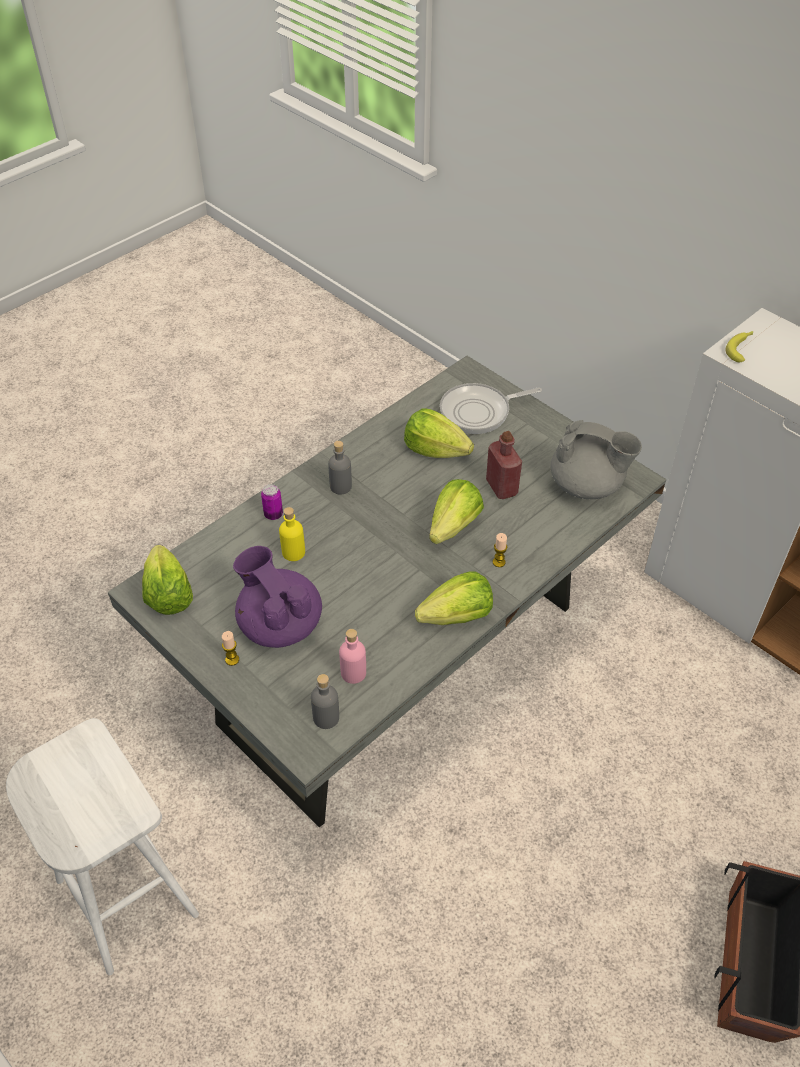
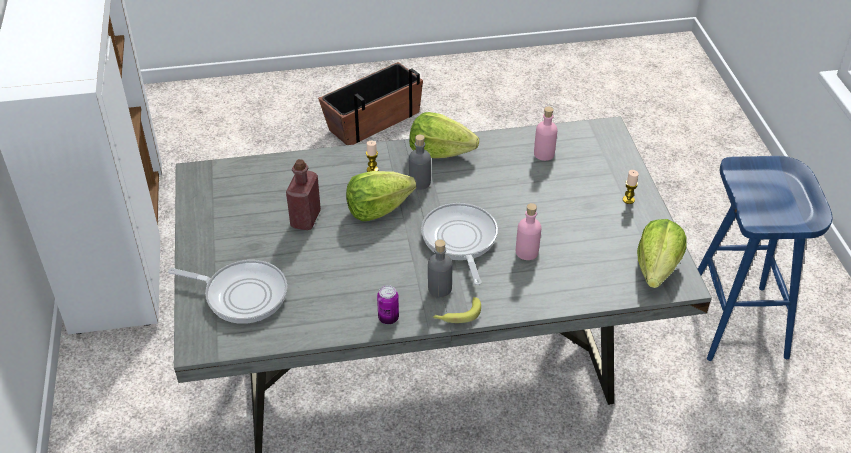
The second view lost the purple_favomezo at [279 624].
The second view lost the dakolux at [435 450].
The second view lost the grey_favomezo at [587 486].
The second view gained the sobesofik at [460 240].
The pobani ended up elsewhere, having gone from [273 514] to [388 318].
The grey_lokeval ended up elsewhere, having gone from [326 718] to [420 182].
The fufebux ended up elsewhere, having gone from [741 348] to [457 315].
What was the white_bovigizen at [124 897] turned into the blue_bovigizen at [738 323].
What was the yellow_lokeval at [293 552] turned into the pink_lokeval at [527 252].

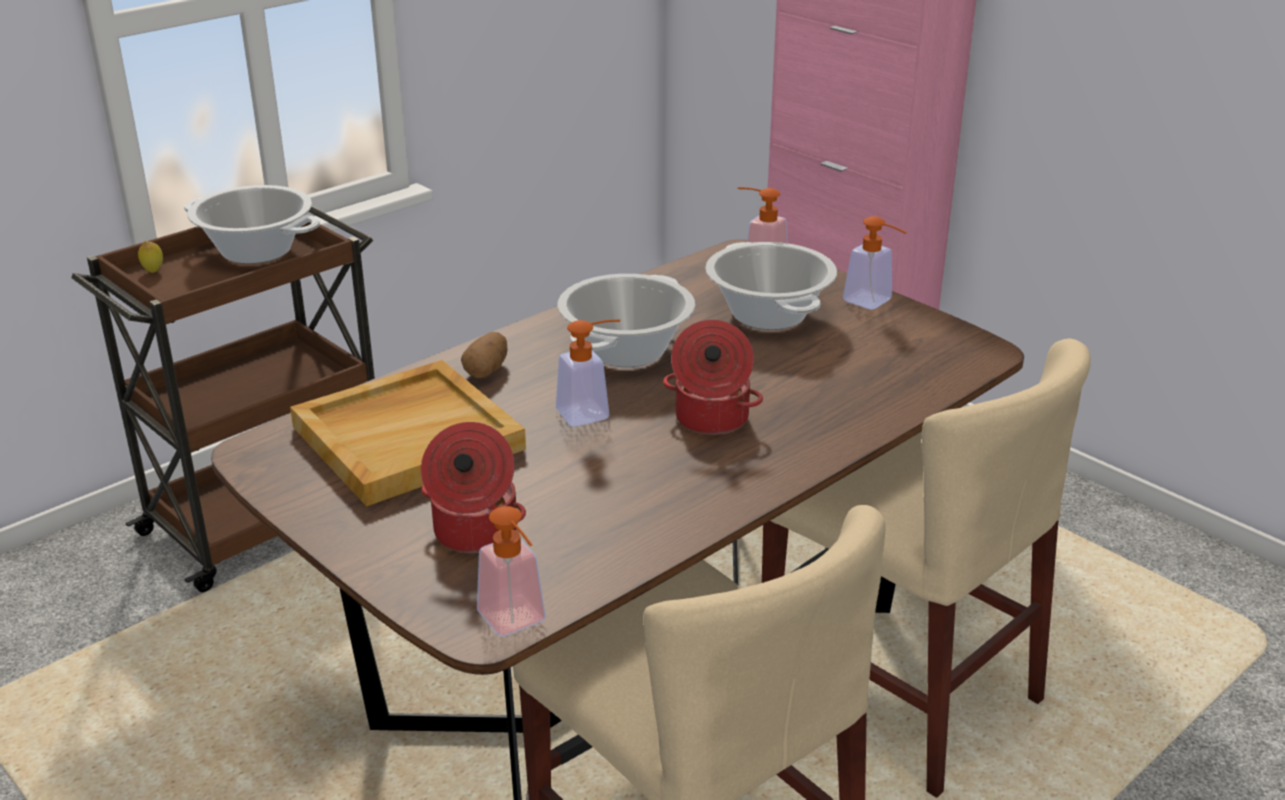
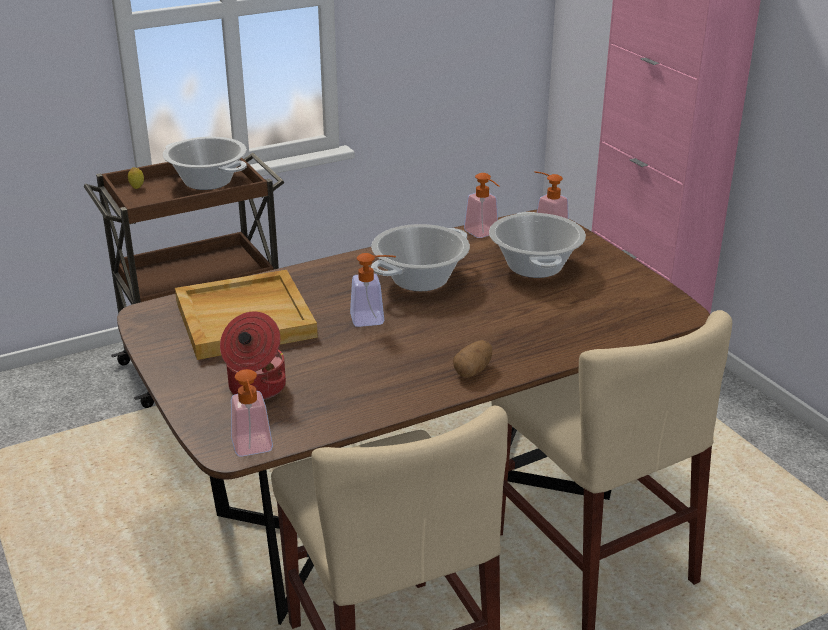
The second view lost the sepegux at [710 419].
The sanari ended up elsewhere, having gone from [487 370] to [473 370].
The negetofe ended up elsewhere, having gone from [874 303] to [484 234].

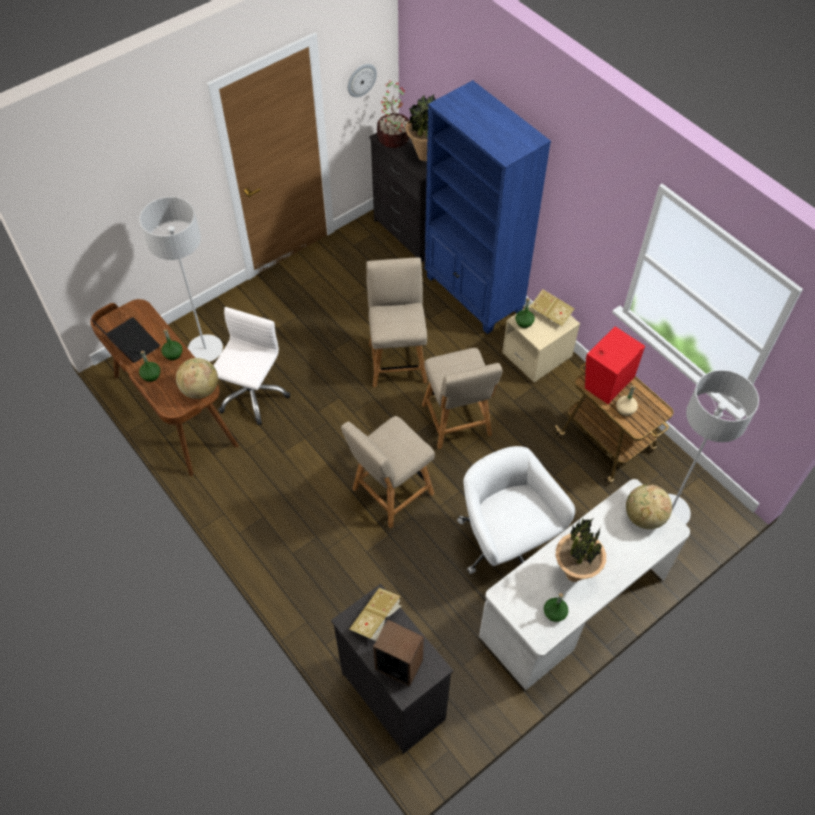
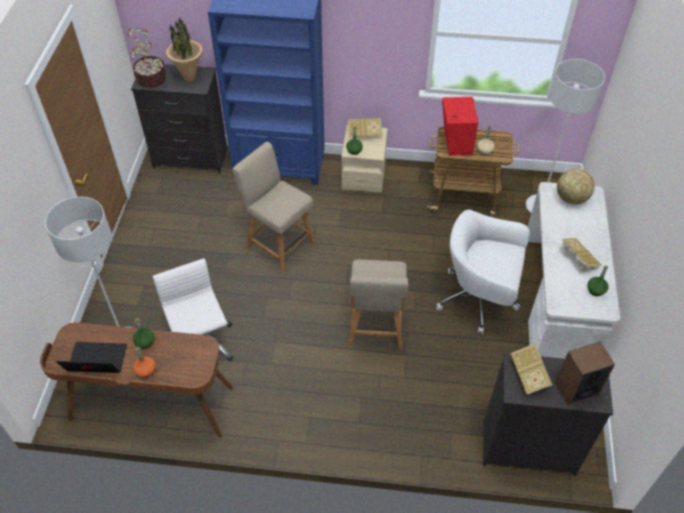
The second view lost the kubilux at [200 389].
The second view lost the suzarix at [361 80].
The second view lost the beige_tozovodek at [457 423].
Where the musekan stood at [573 574], the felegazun came to stand at [577 260].
What was the green_lokeval at [151 375] turned into the orange_lokeval at [145 370].

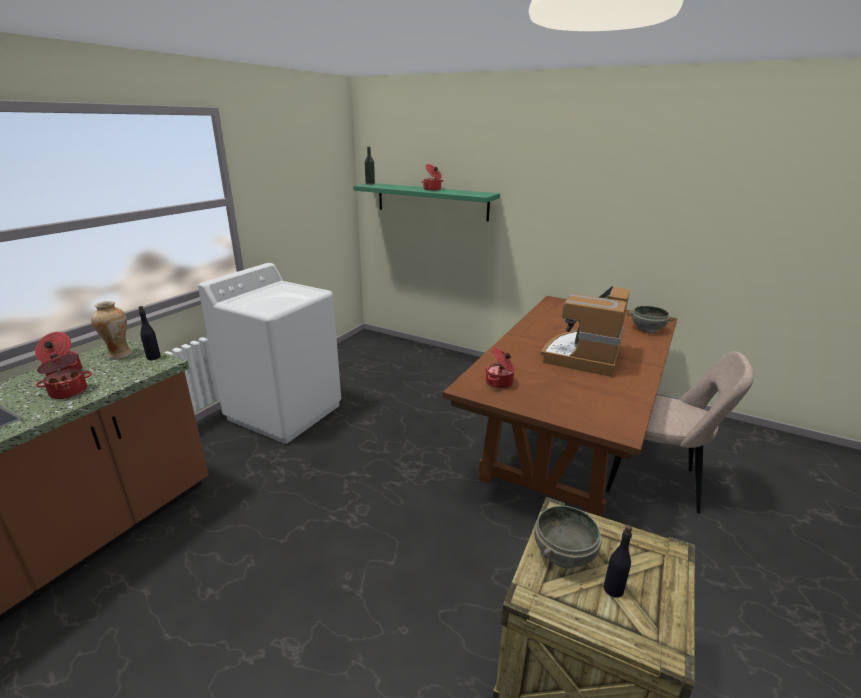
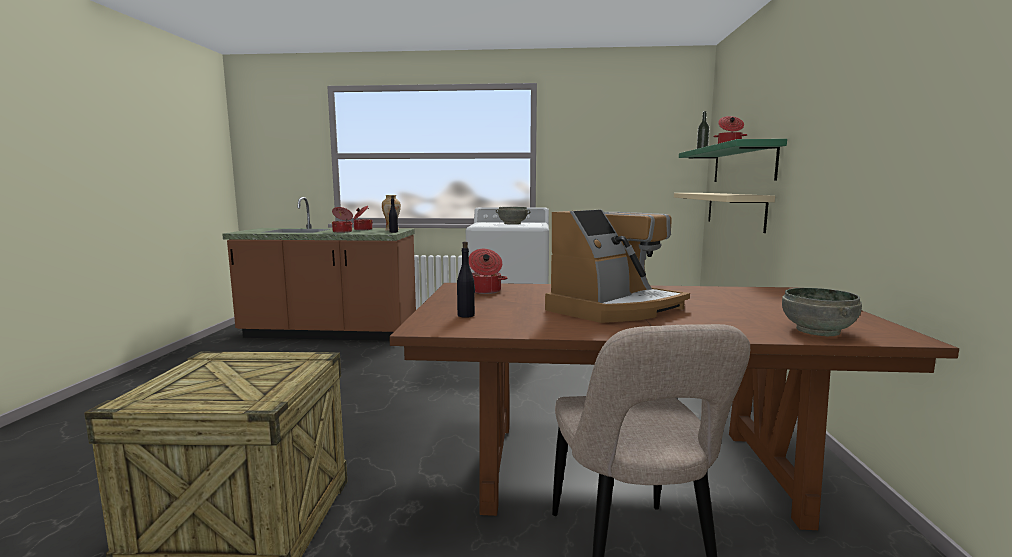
The second view gained the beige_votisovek at [734 210].
The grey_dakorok ended up elsewhere, having gone from [564 554] to [512 224].
The black_lokeval ended up elsewhere, having gone from [613 589] to [466 315].
The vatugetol at [583 356] ended up facing another way, 135 degrees clockwise from before.

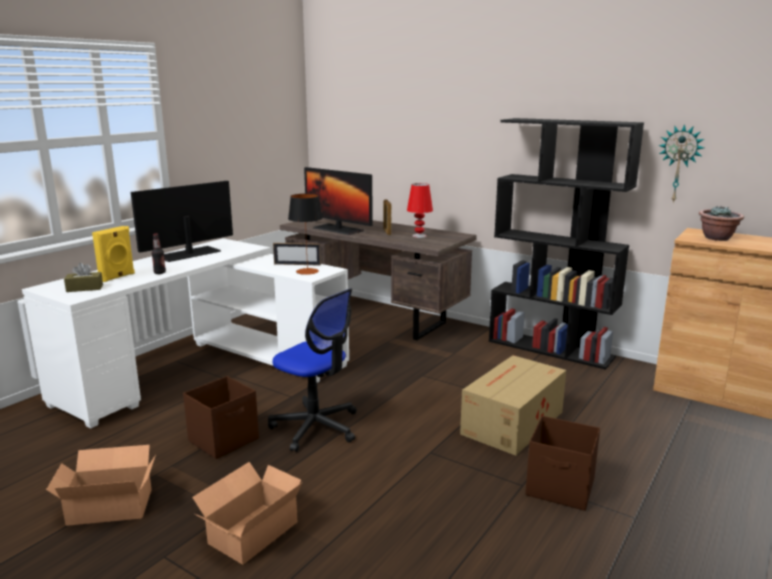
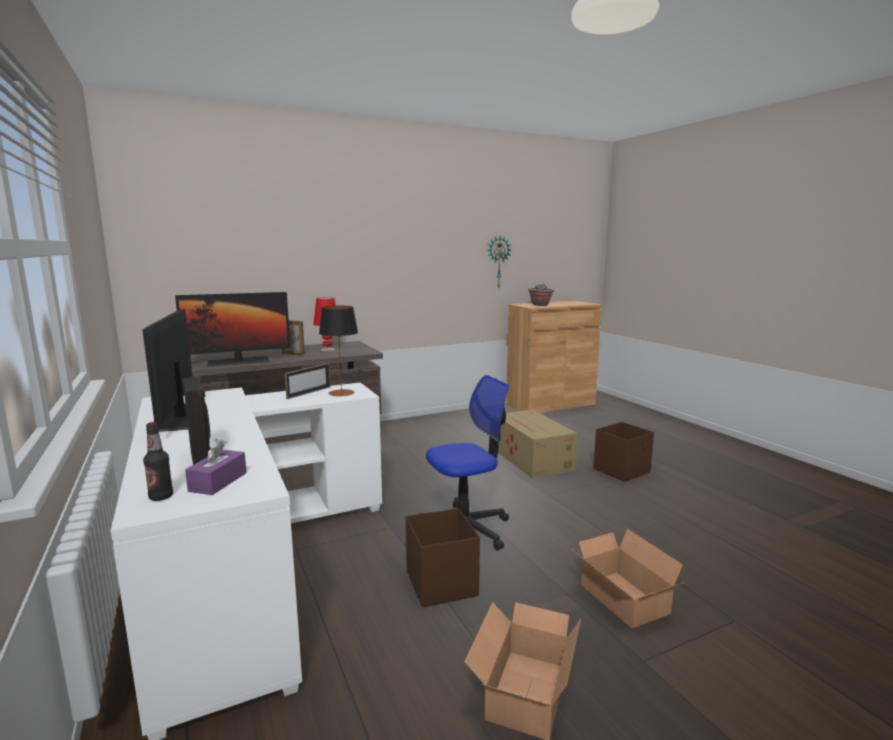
The second view lost the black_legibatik at [551 349].
The lokeval ended up elsewhere, having gone from [160 273] to [161 497].
What was the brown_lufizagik at [85 288] turned into the purple_lufizagik at [218 482].
What was the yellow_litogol at [118 277] turned into the black_litogol at [202 459].

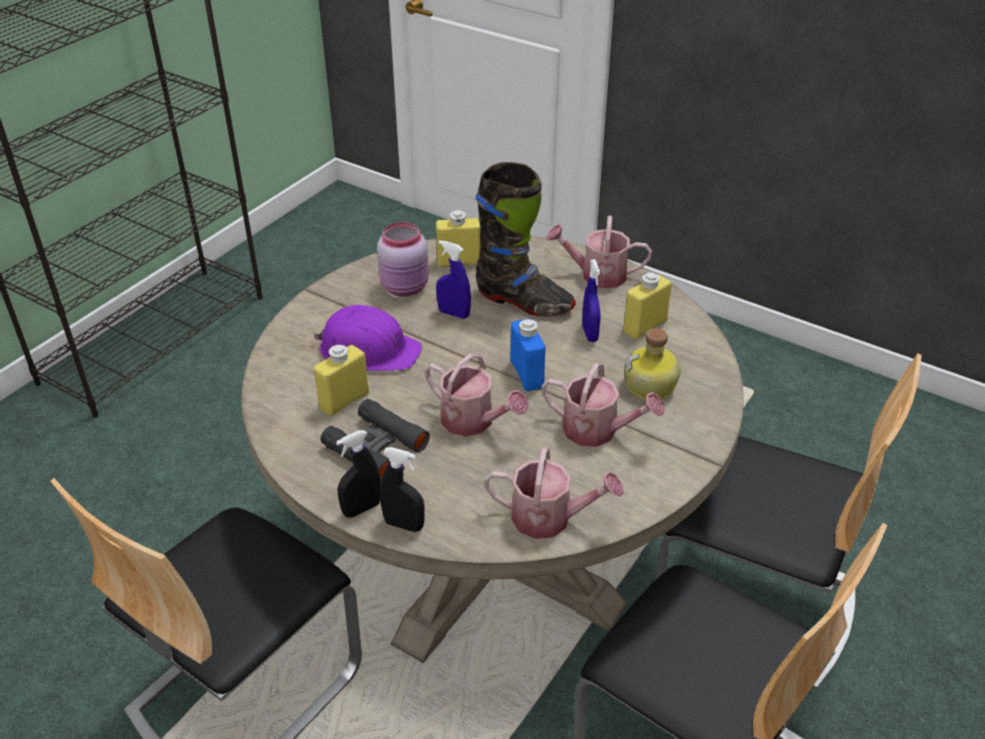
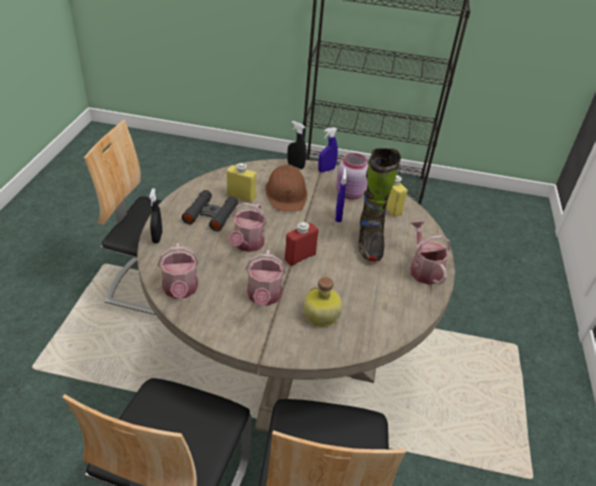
The second view lost the yellow_lokeval at [645 326].
The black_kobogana ended up elsewhere, having gone from [361 509] to [295 165].
The blue_kobogana ended up elsewhere, having gone from [589 333] to [326 170].
What was the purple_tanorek at [368 350] turned into the brown_tanorek at [286 194].
What was the blue_lokeval at [527 374] turned into the red_lokeval at [300 257].

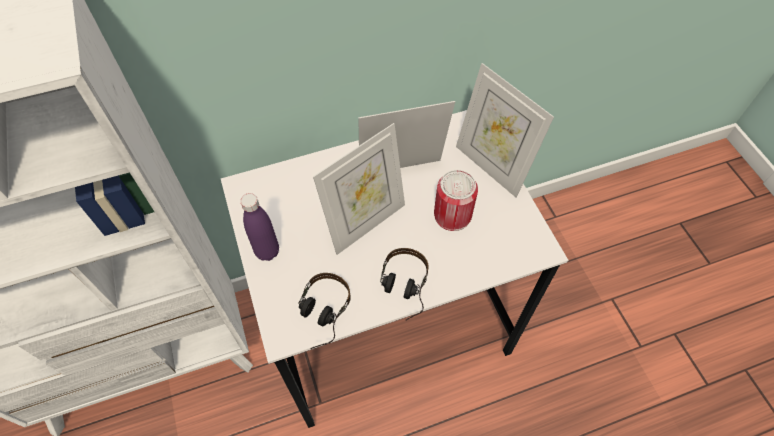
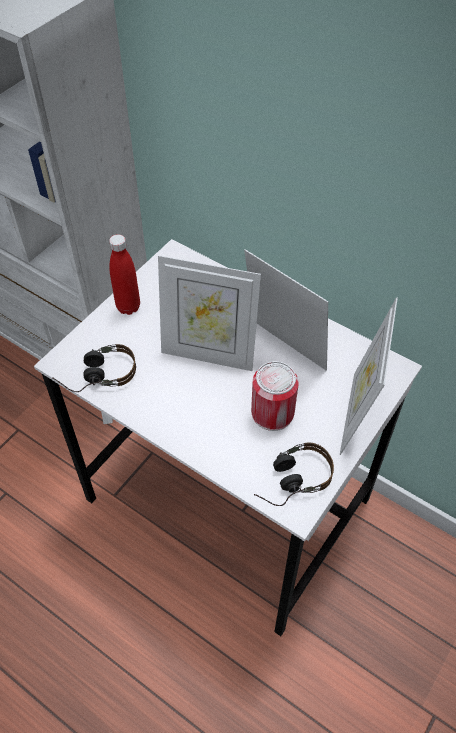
The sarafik ended up elsewhere, having gone from [403 289] to [290 481].
What was the purple_lokeval at [267 251] turned into the red_lokeval at [128 307].

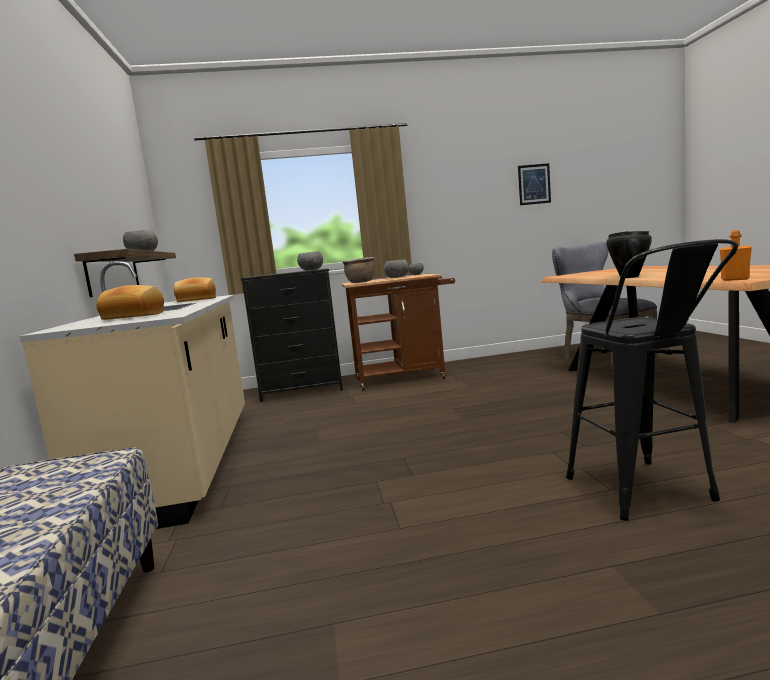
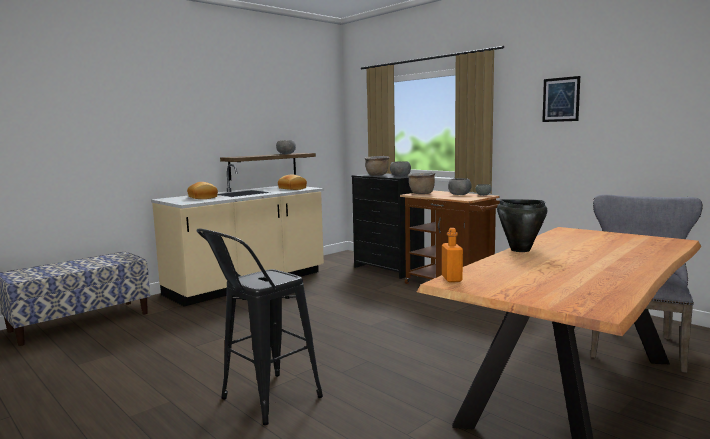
The second view gained the brown_sepegux at [377 175].
The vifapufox ended up elsewhere, having gone from [534 184] to [561 99].

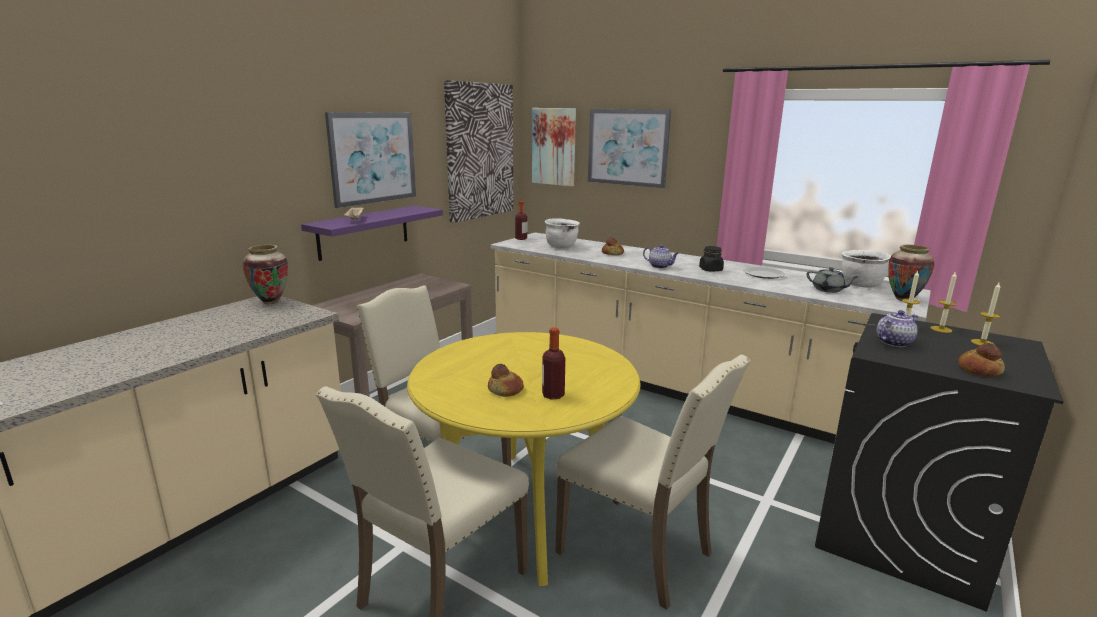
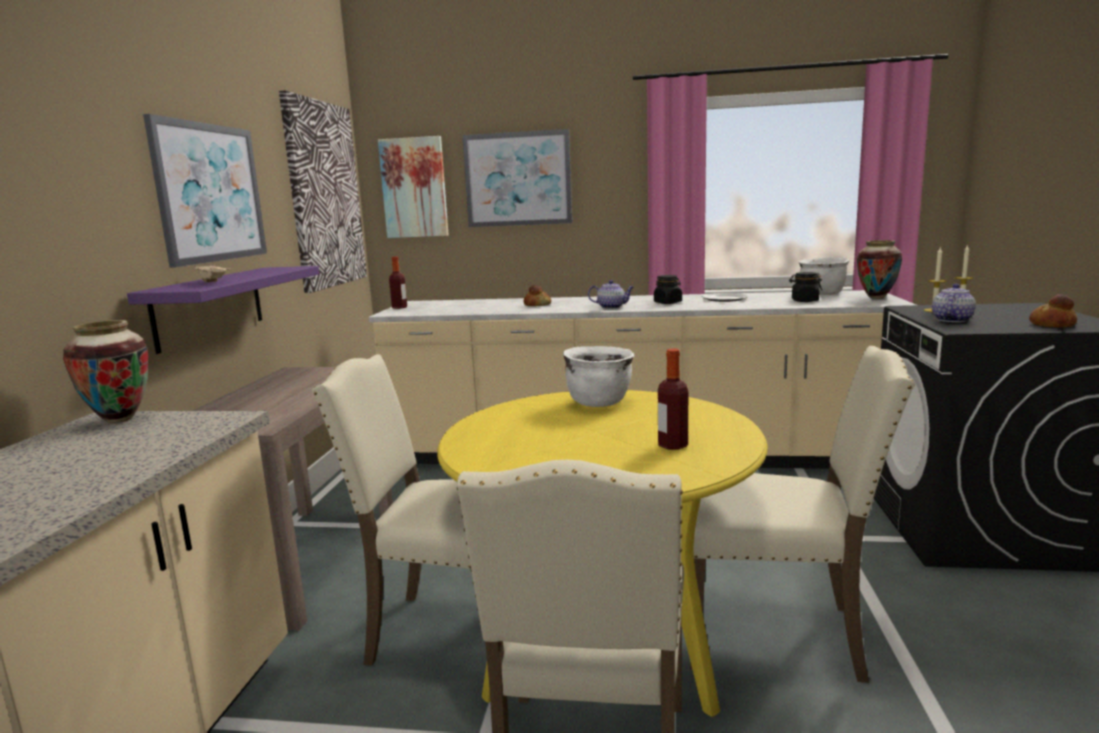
The second view lost the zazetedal at [505 390].
The second view lost the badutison at [982 343].
The white_sepegux ended up elsewhere, having gone from [561 247] to [599 402].
Where the grey_favomezo stood at [828 290], the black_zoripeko came to stand at [804 301].

